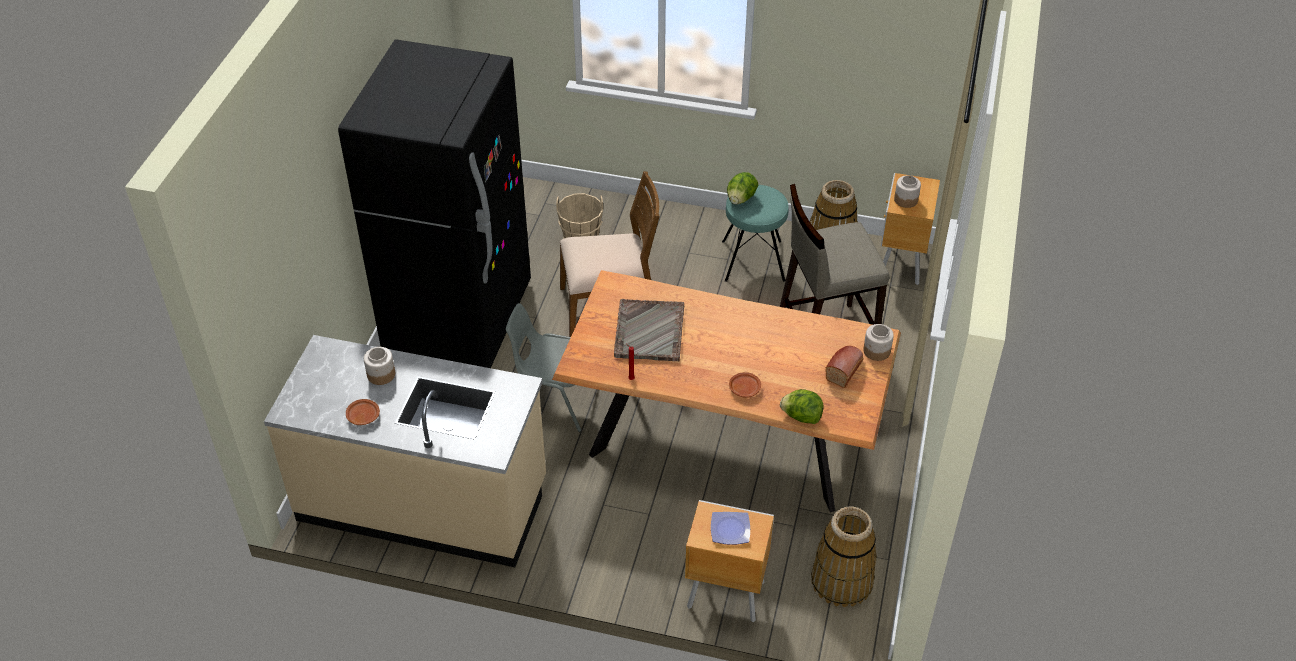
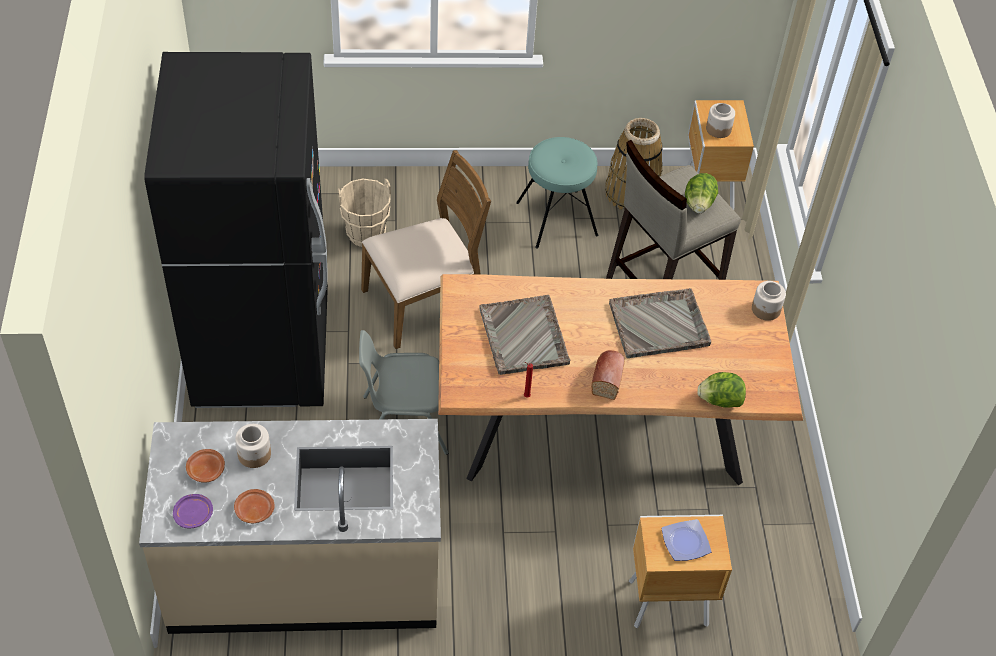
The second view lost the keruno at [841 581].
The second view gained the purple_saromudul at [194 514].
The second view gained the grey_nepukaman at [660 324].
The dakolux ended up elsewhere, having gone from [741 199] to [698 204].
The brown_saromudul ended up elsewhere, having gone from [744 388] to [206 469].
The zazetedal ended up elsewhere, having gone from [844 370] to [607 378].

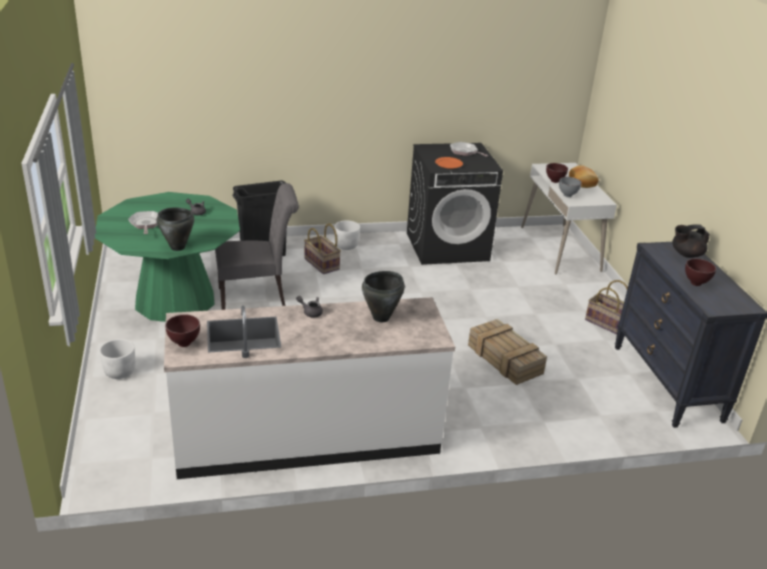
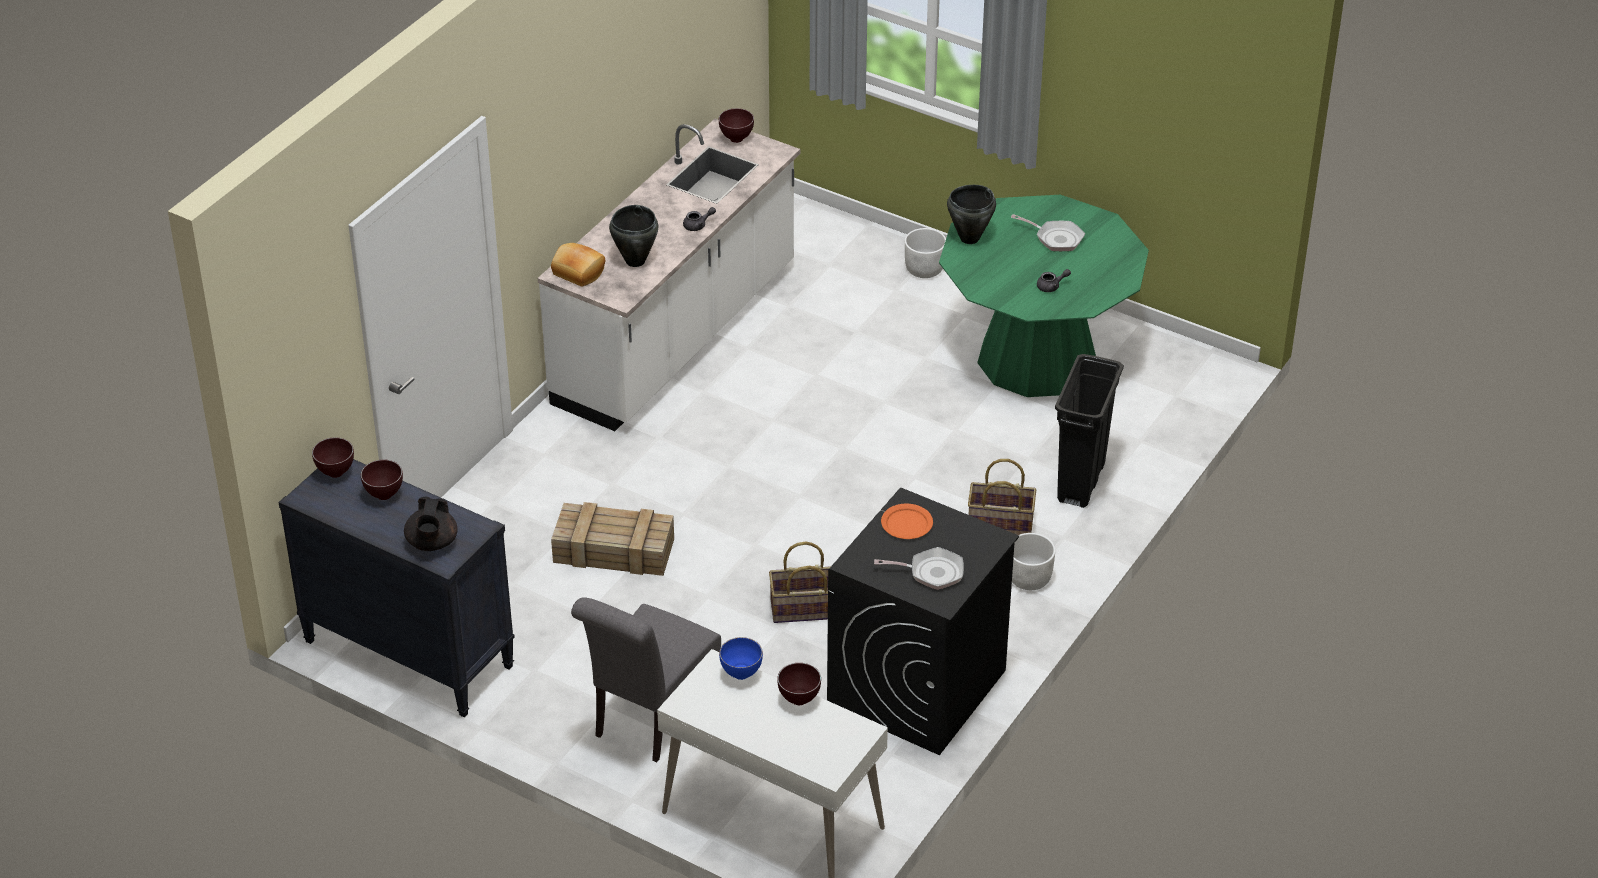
The second view gained the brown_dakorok at [335 472].
The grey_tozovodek ended up elsewhere, having gone from [257 296] to [650 719].
The zazetedal ended up elsewhere, having gone from [583 182] to [577 273].
The keruno ended up elsewhere, having gone from [607 323] to [804 610].
What was the grey_dakorok at [568 195] turned into the blue_dakorok at [741 675].
The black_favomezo at [686 254] ended up facing another way, 150 degrees clockwise from before.

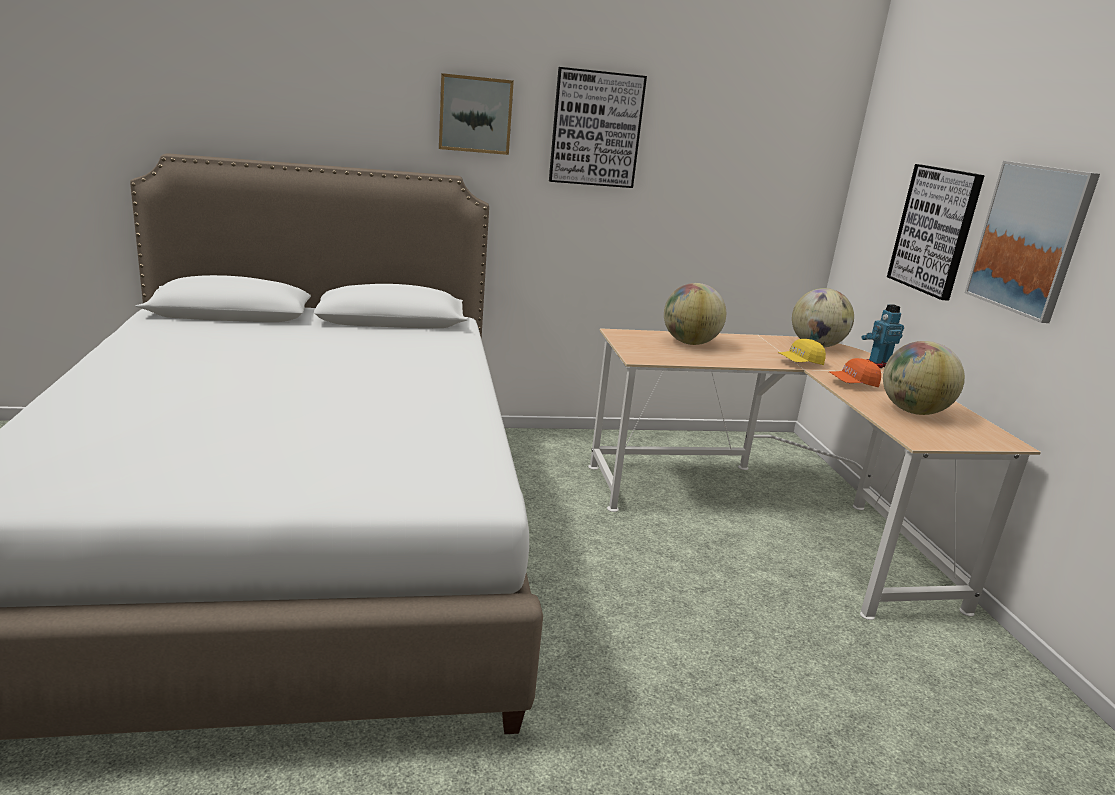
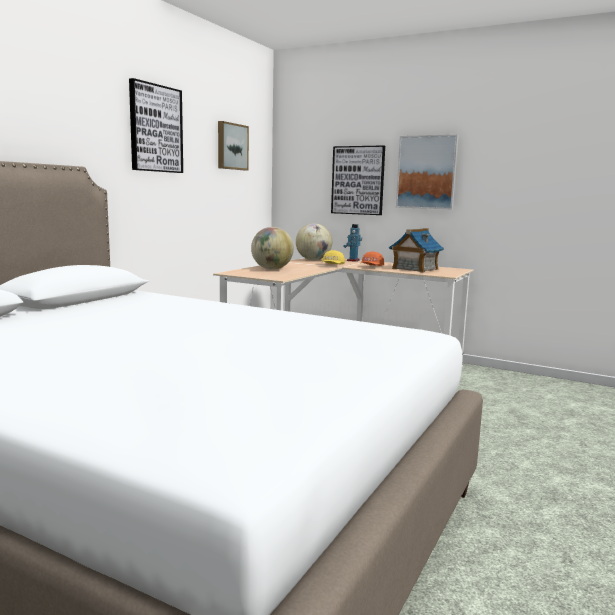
The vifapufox ended up elsewhere, having gone from [475 114] to [231 146].
Where the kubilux stood at [913 411], the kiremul came to stand at [414 269].

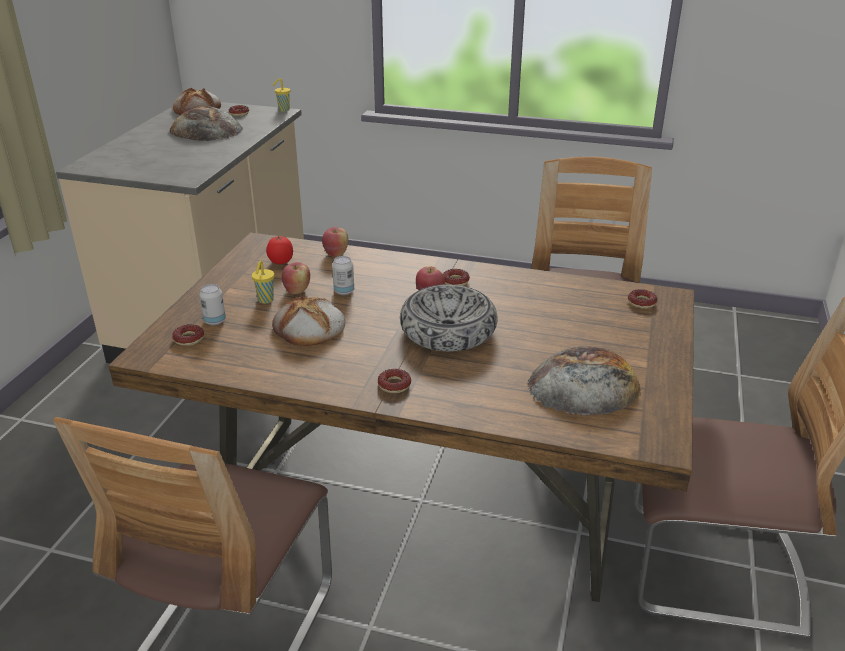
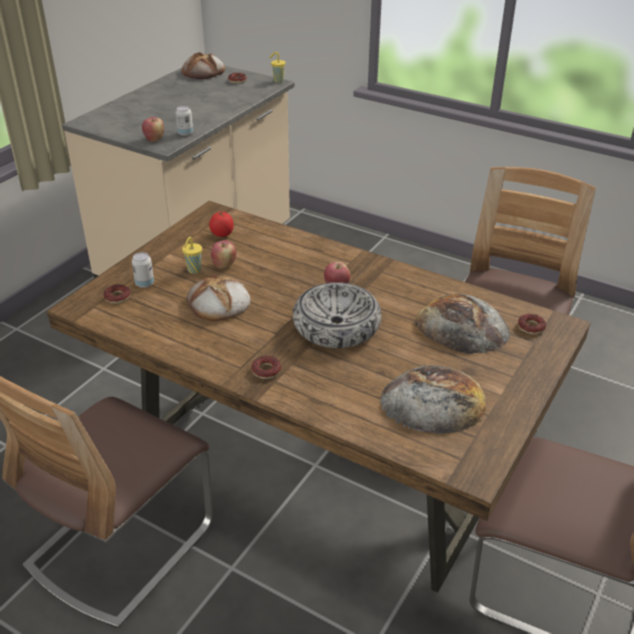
The second view lost the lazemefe at [455 281].
The zazetedal ended up elsewhere, having gone from [206 130] to [461 326].
The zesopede ended up elsewhere, having gone from [336 253] to [154 139].
The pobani ended up elsewhere, having gone from [344 291] to [185 133].

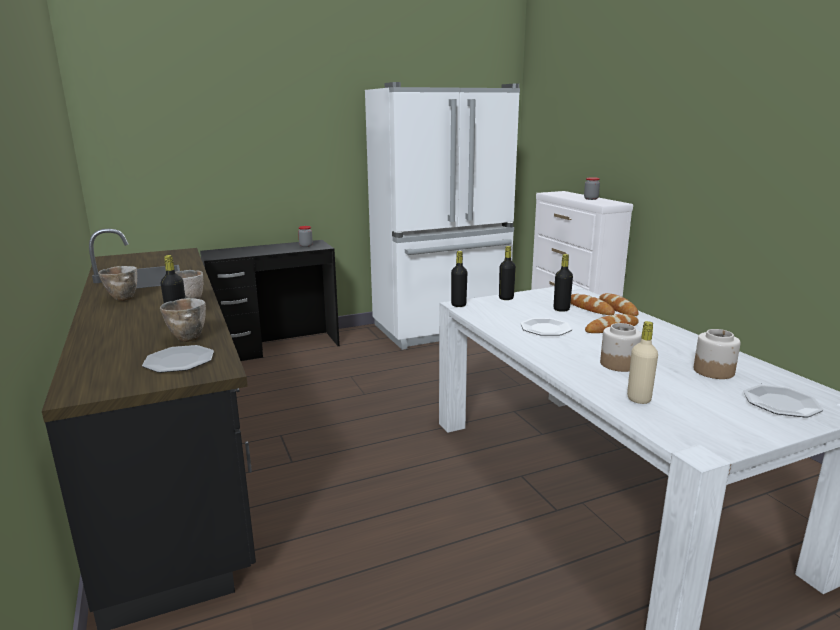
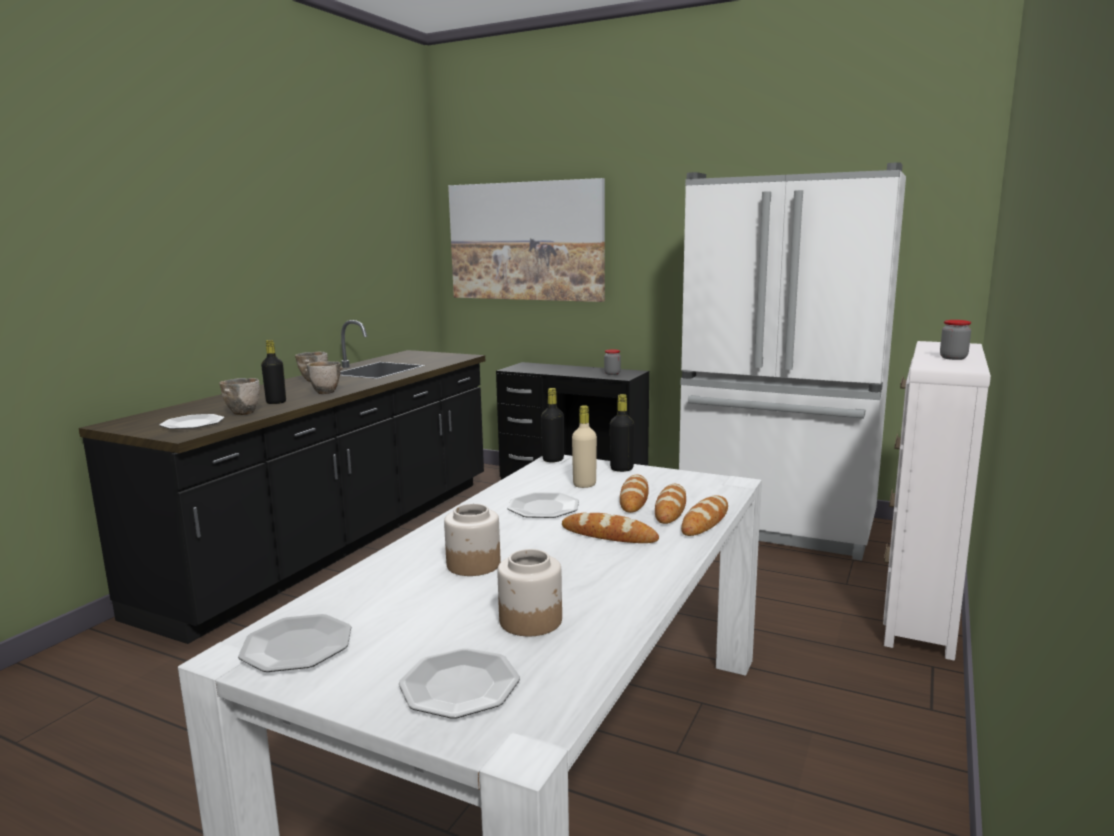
The second view gained the saromudul at [297 645].
The second view gained the vifapufox at [526 241].
The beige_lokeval ended up elsewhere, having gone from [639 399] to [584 484].
Where the black_lokeval stood at [561 309], the zazetedal came to stand at [634 498].

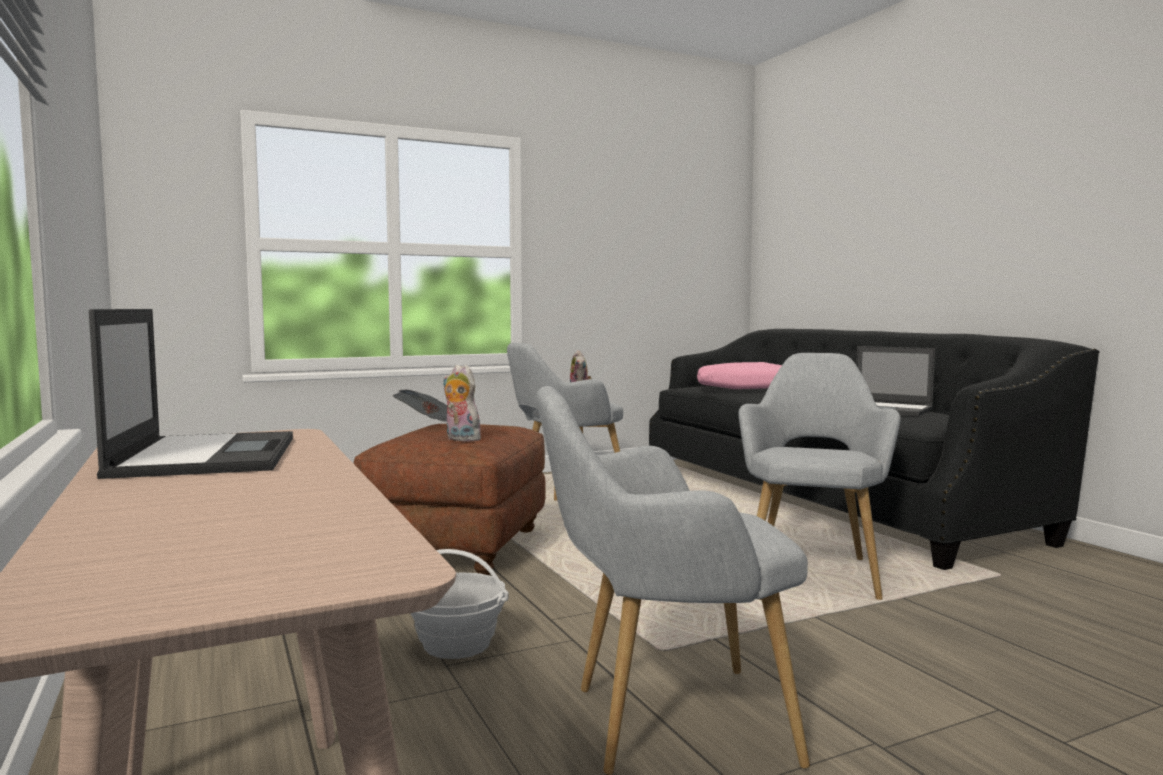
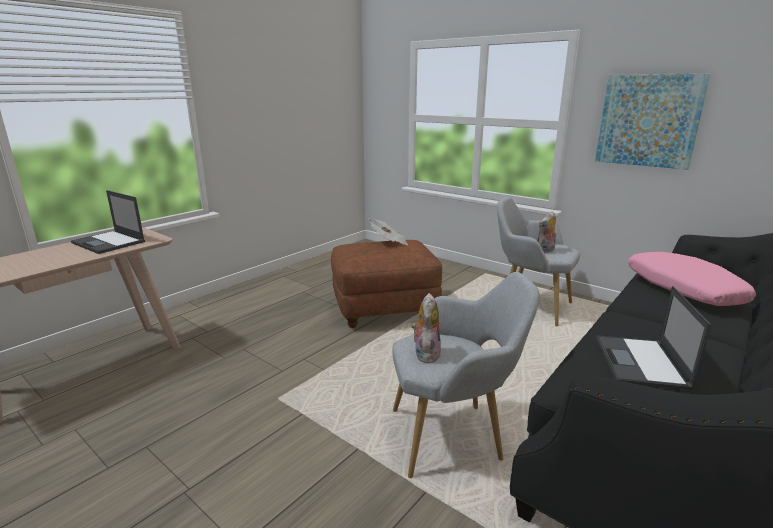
The second view lost the keruno at [457 644].
The second view lost the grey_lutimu at [665 722].
The second view gained the vifapufox at [648 120].
The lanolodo ended up elsewhere, having gone from [460 439] to [425 353].
The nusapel at [207 455] ended up facing another way, 75 degrees clockwise from before.

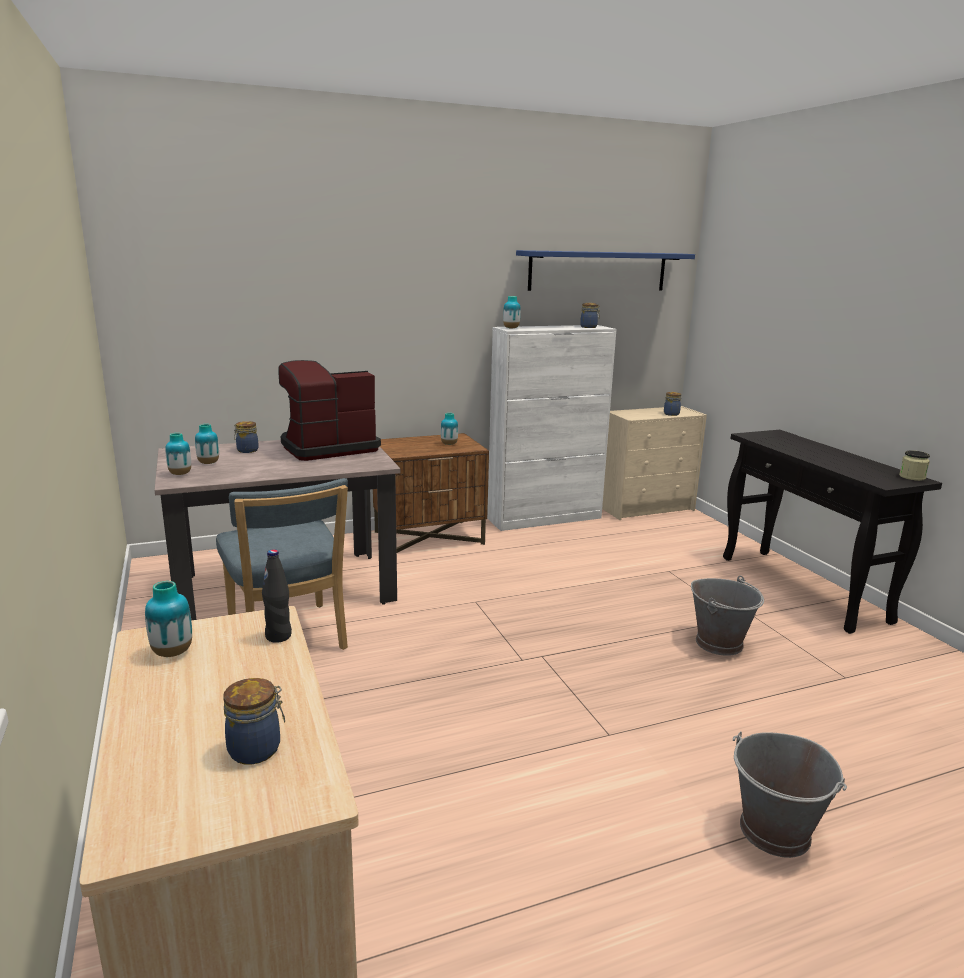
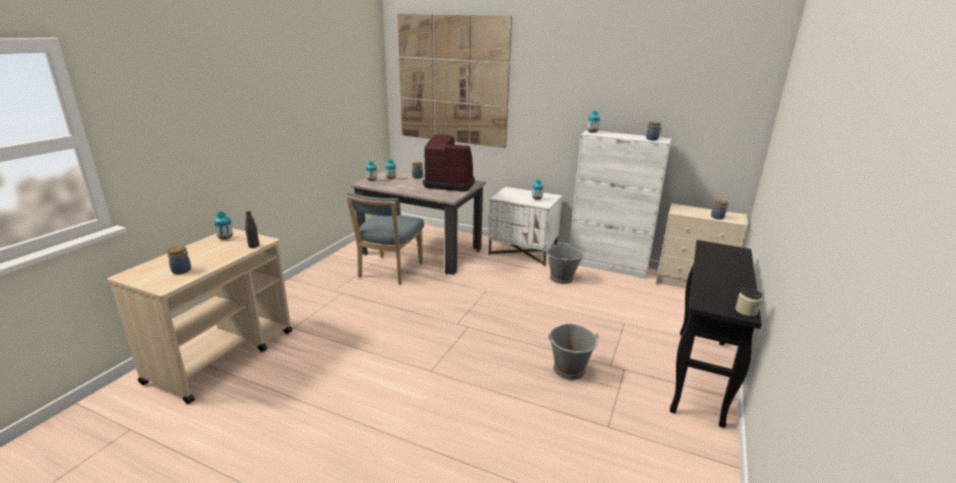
The second view lost the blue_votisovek at [598 271].
The second view gained the vifapufox at [452 81].
The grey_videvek ended up elsewhere, having gone from [775 832] to [561 278].
What was the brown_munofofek at [429 538] turned into the white_munofofek at [523 252].

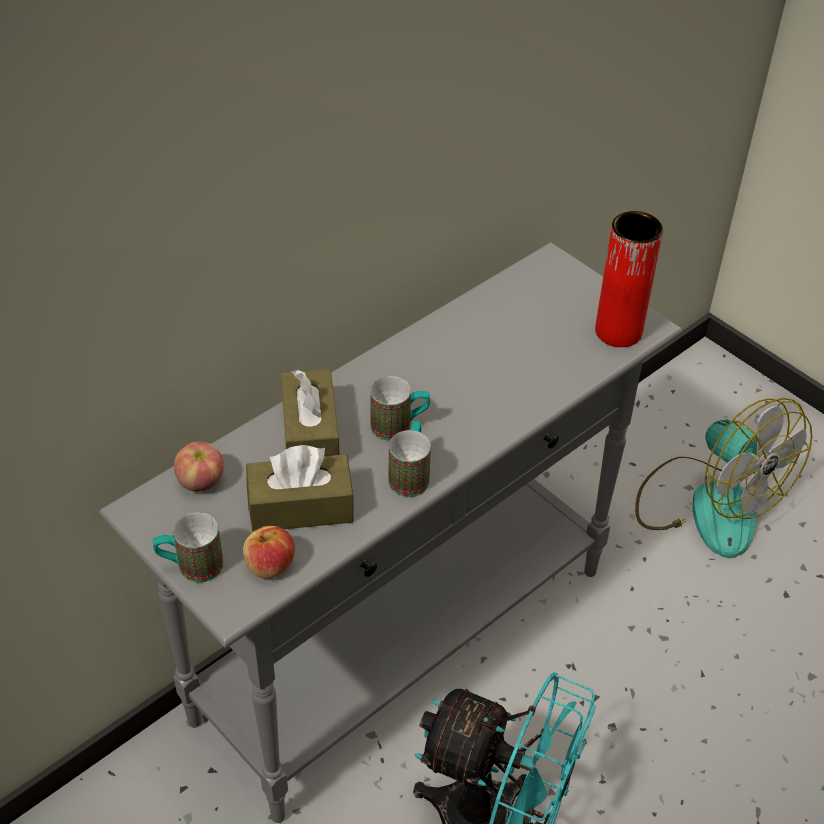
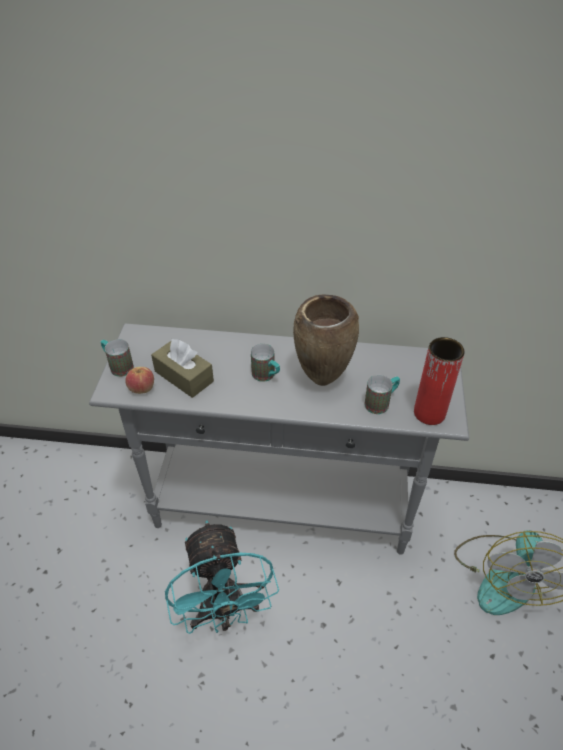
The second view lost the zesopede at [201 481].
The second view lost the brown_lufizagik at [310 433].
The second view gained the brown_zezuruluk at [321 381].
The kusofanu ended up elsewhere, having gone from [410 474] to [381 403].

